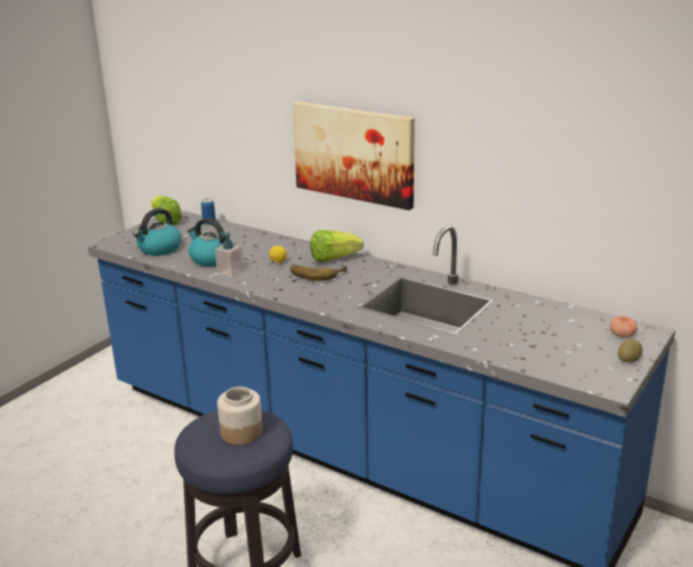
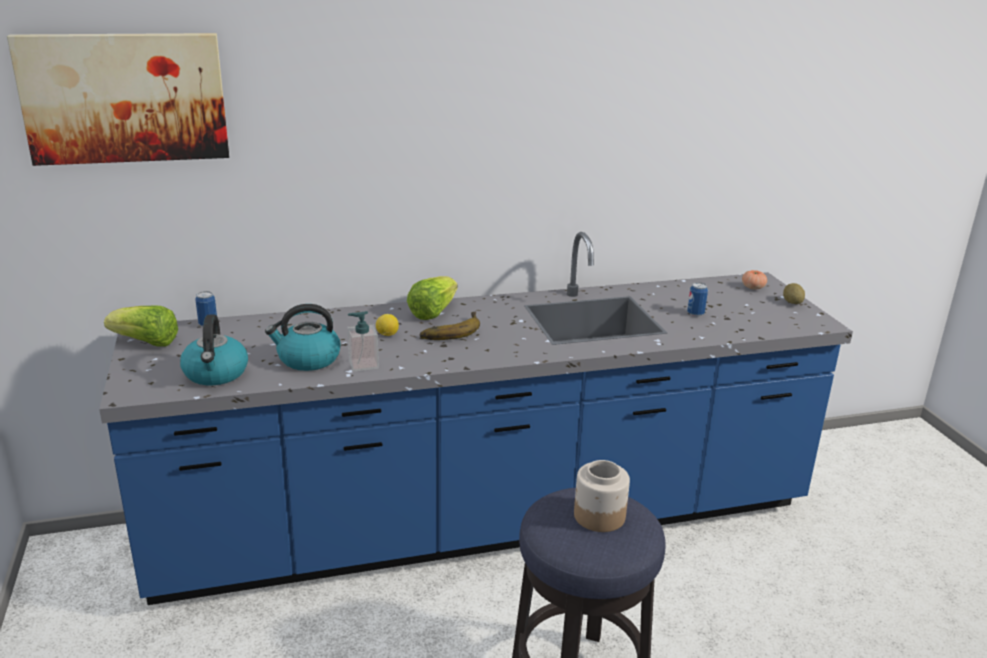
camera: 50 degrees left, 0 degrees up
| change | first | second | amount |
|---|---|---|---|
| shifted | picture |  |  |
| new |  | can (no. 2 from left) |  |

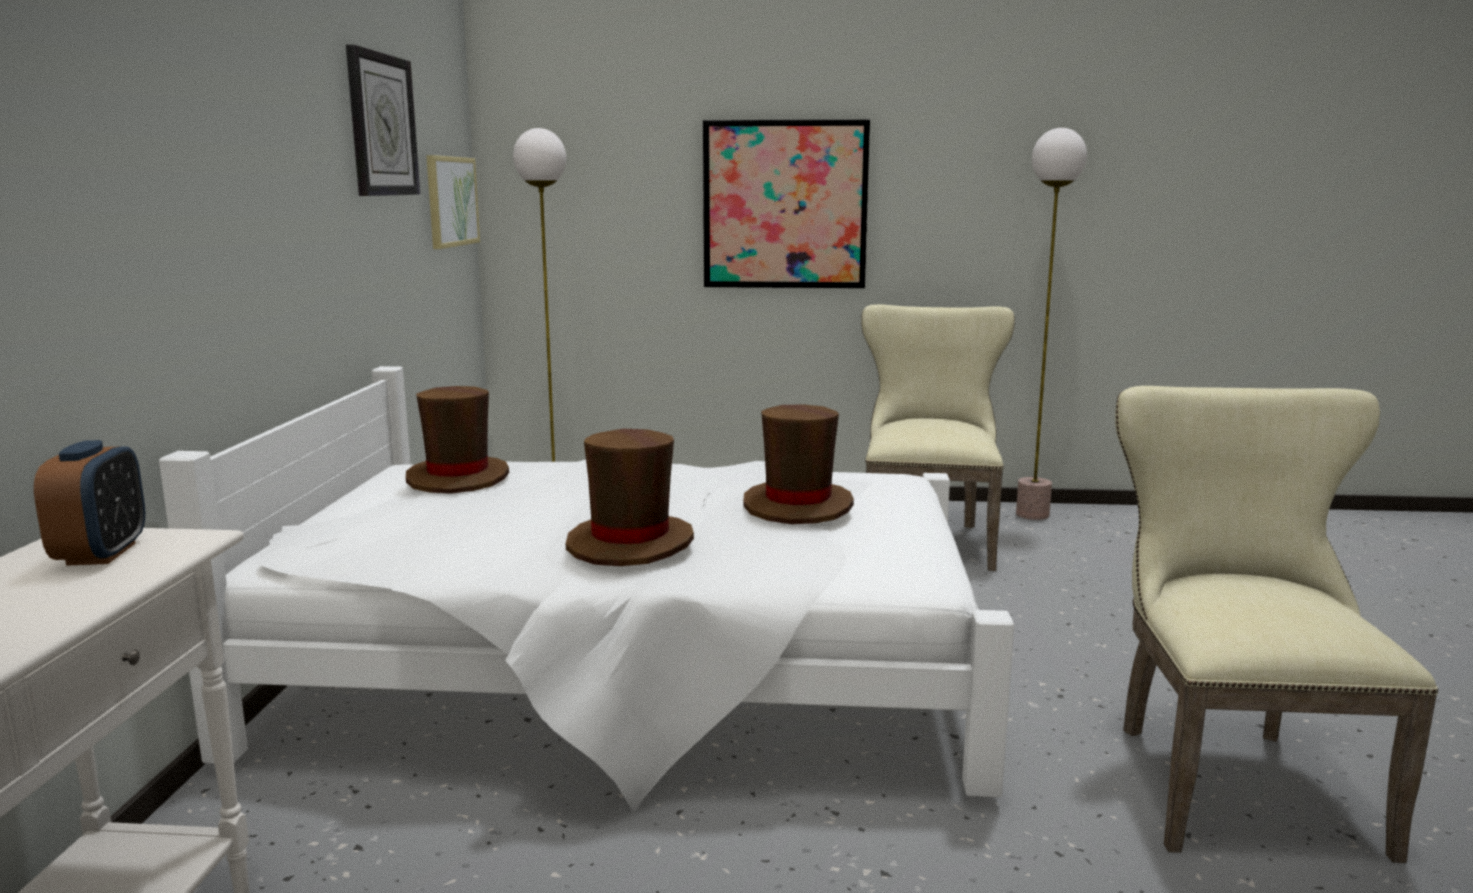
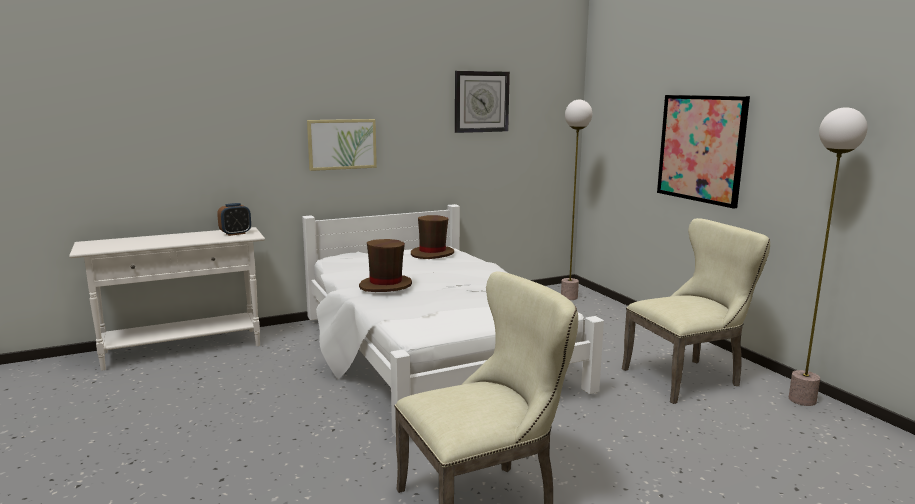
camera: 60 degrees right, 0 degrees up
| change | first | second | amount |
|---|---|---|---|
| shifted | picture (no. 1 from left) |  |  |
| gone | brown hat (no. 3 from left) |  |  |

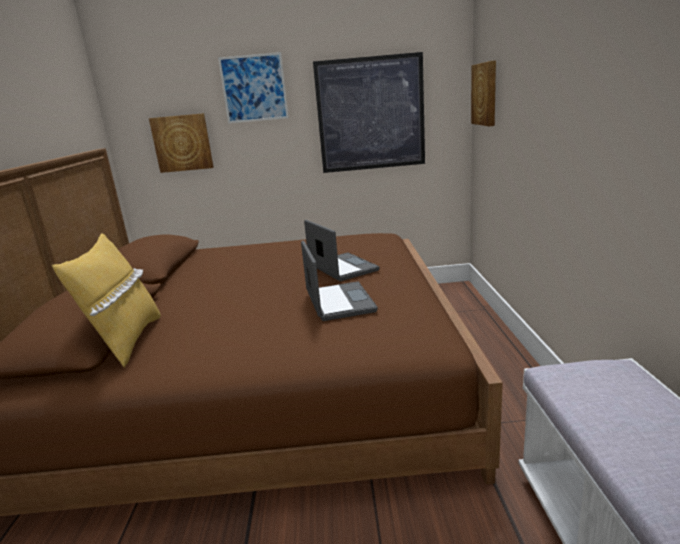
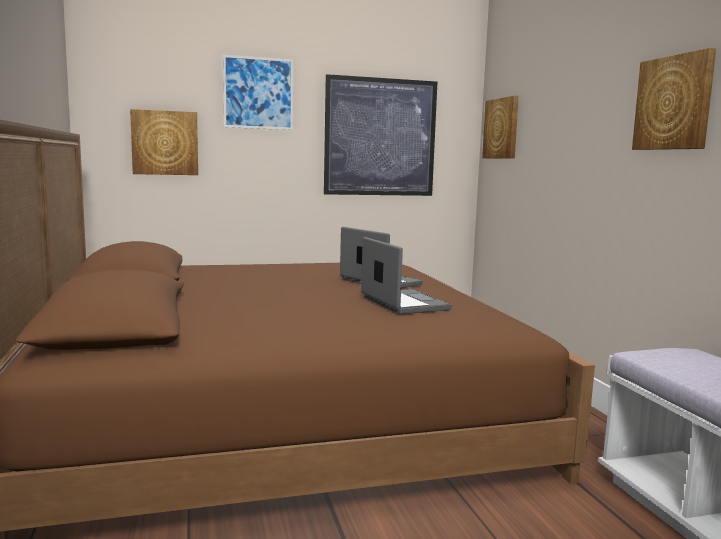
camera: 15 degrees left, 10 degrees down
| change | first | second | amount |
|---|---|---|---|
| gone | yellow pillow |  |  |
| new |  | picture (no. 5 from left) |  |

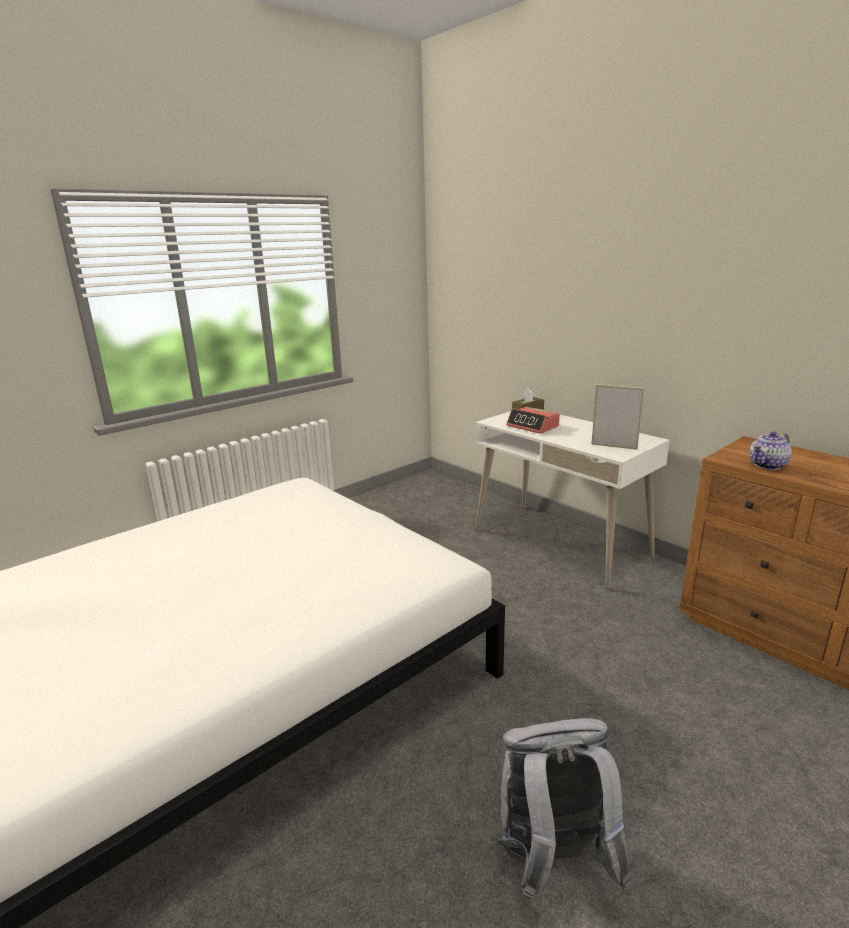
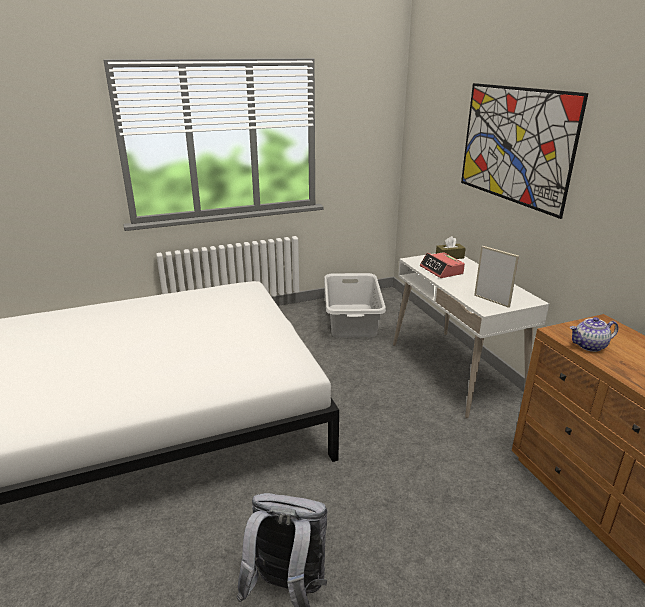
camera: 20 degrees right, 5 degrees up
| change | first | second | amount |
|---|---|---|---|
| new |  | picture |  |
| new |  | grey laundry basket |  |

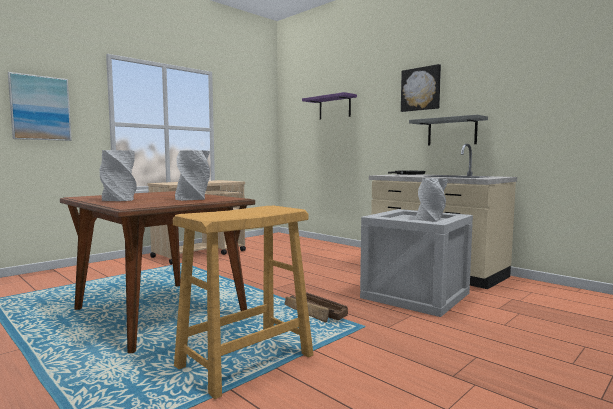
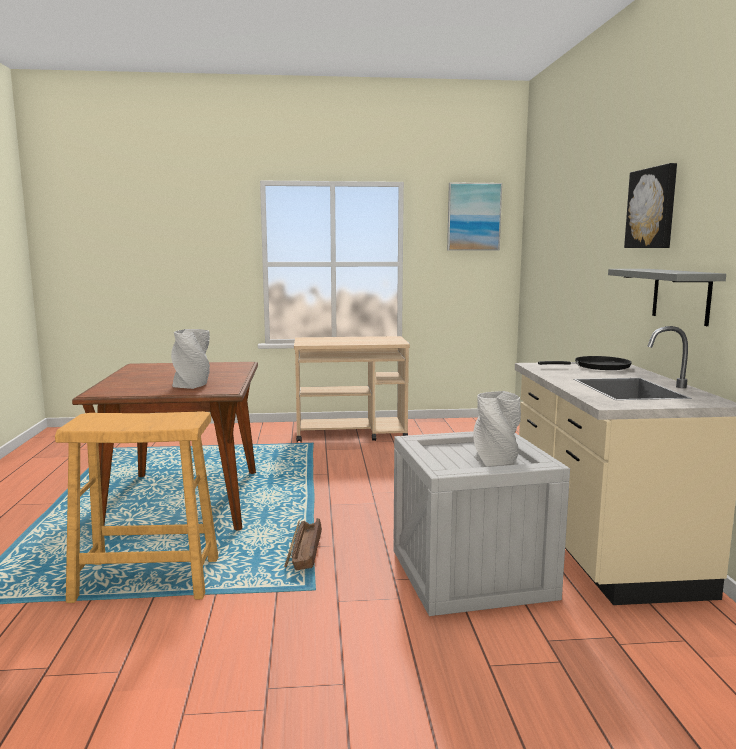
camera: 40 degrees right, 5 degrees up
| change | first | second | amount |
|---|---|---|---|
| shifted | picture (no. 1 from left) |  |  |
| gone | purple shelf |  |  |
| gone | grey vase (no. 1 from left) |  |  |

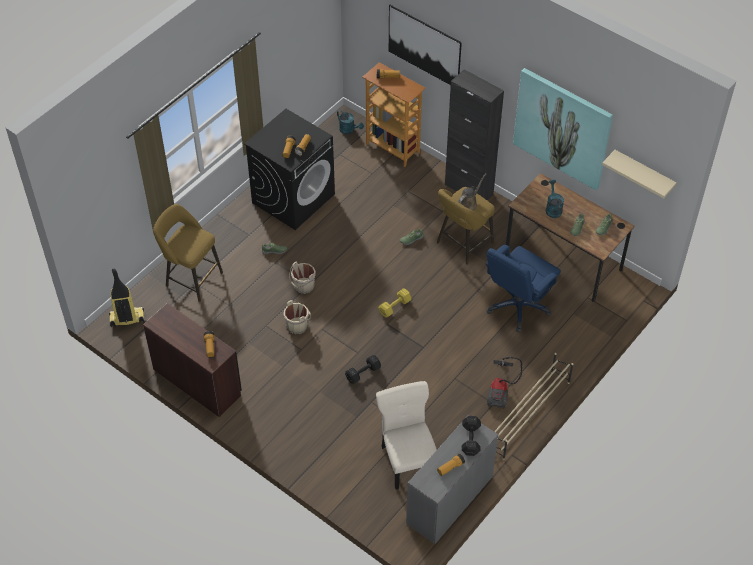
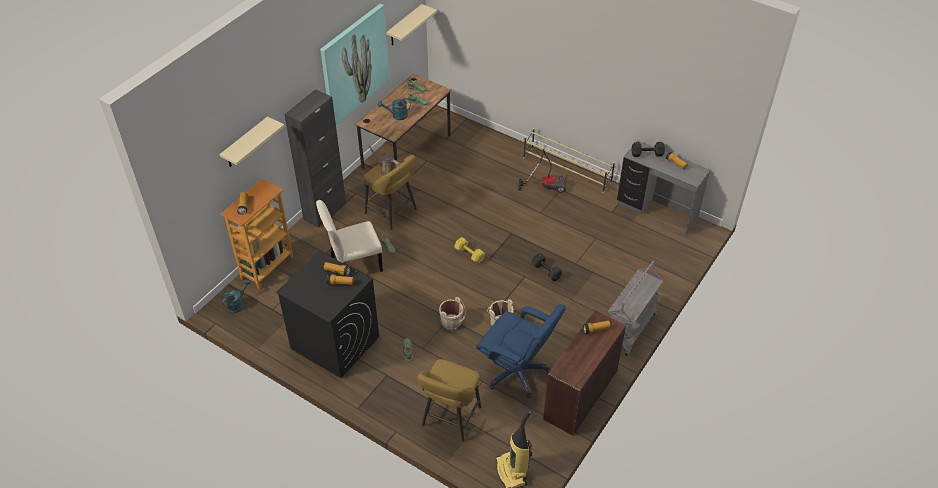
camera: 95 degrees left, 5 degrees down
| change | first | second | amount |
|---|---|---|---|
| swapped | picture (no. 1 from left) | beige shelf (no. 1 from left) |  |
| shifted | blue office chair |  |  |
| shifted | beige chair |  |  |
| new |  | grey cart |  |

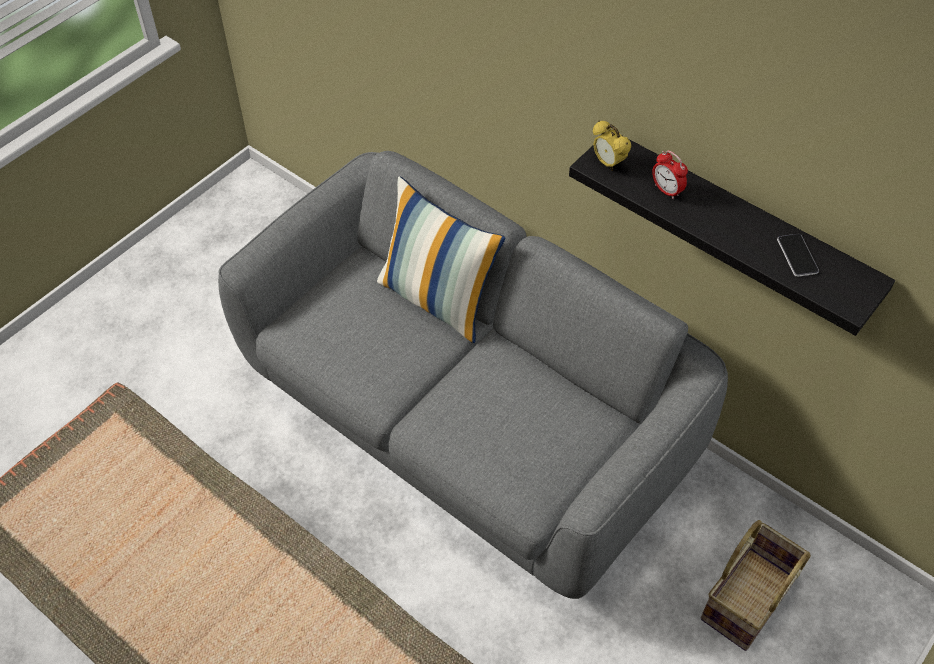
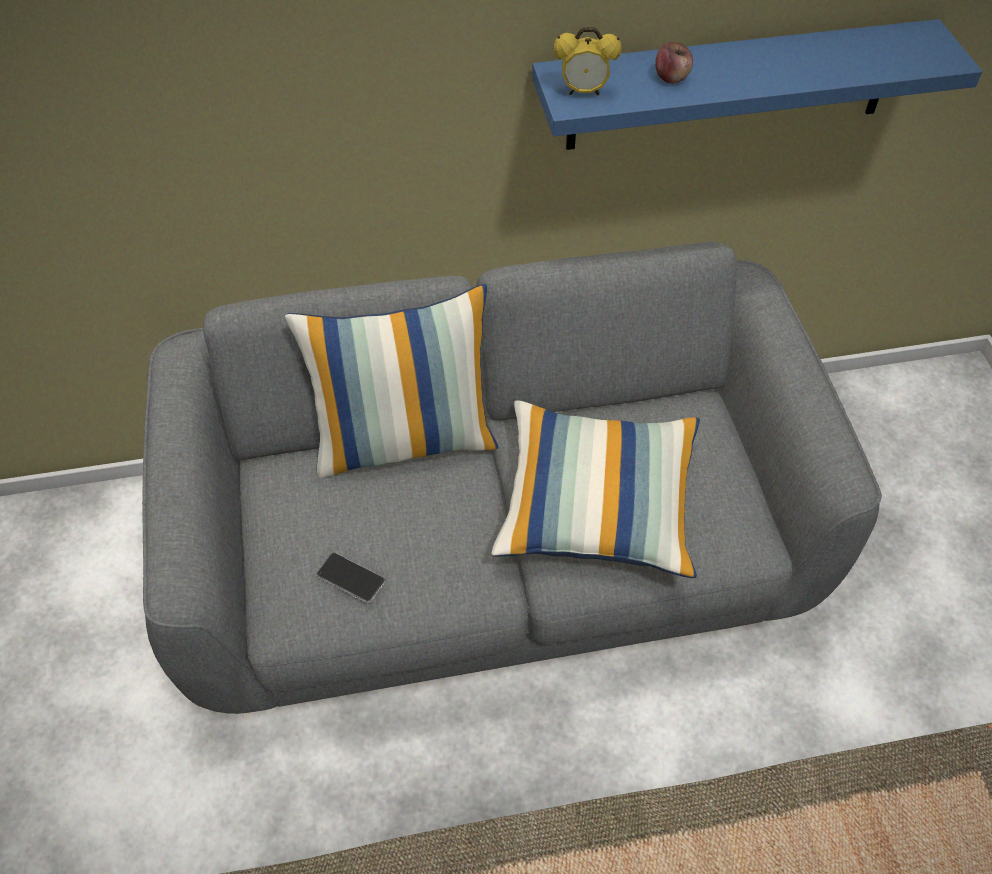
camera: 50 degrees left, 0 degrees up
| change | first | second | amount |
|---|---|---|---|
| repainted | black shelf | blue shelf |  |
| swapped | alarm clock (no. 2 from left) | apple |  |
| shifted | phone |  |  |
| gone | basket |  |  |
| new |  | pillow (no. 2 from left) |  |

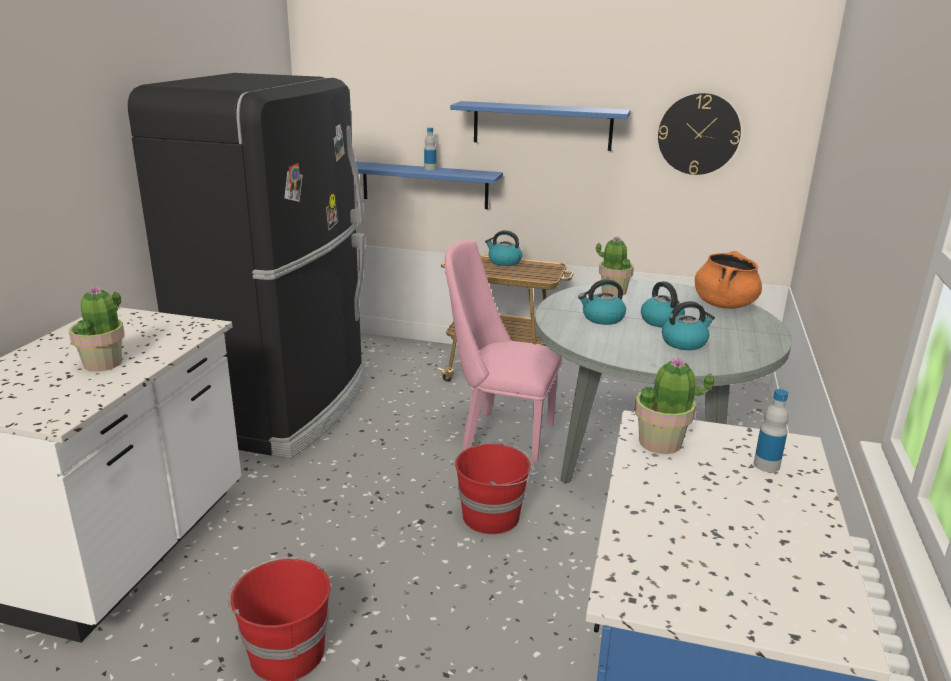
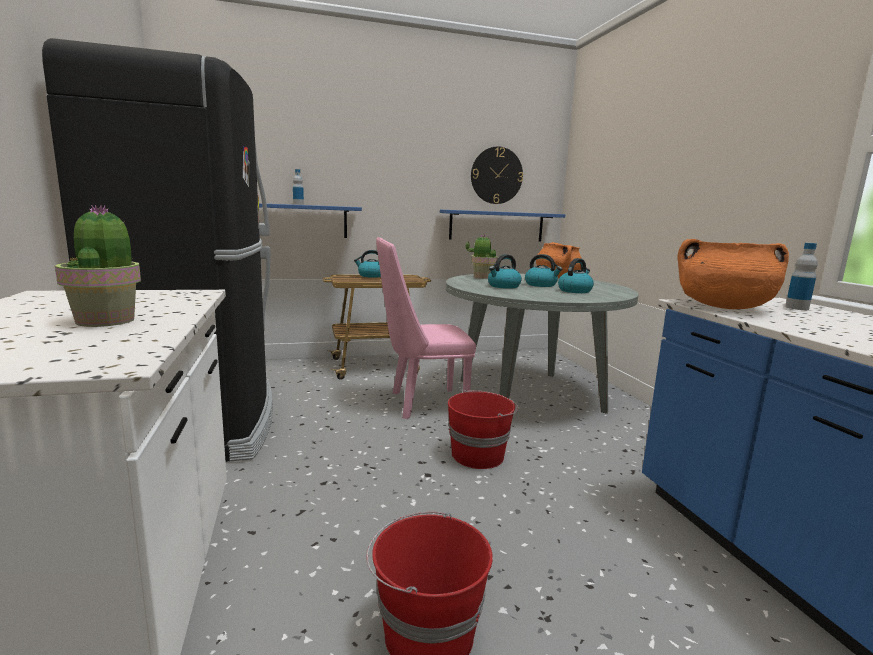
camera: 30 degrees left, 10 degrees down
| change | first | second | amount |
|---|---|---|---|
| shifted | blue shelf (no. 2 from left) |  |  |
| swapped | potted plant (no. 3 from left) | orange cooking pot (no. 2 from left) |  |

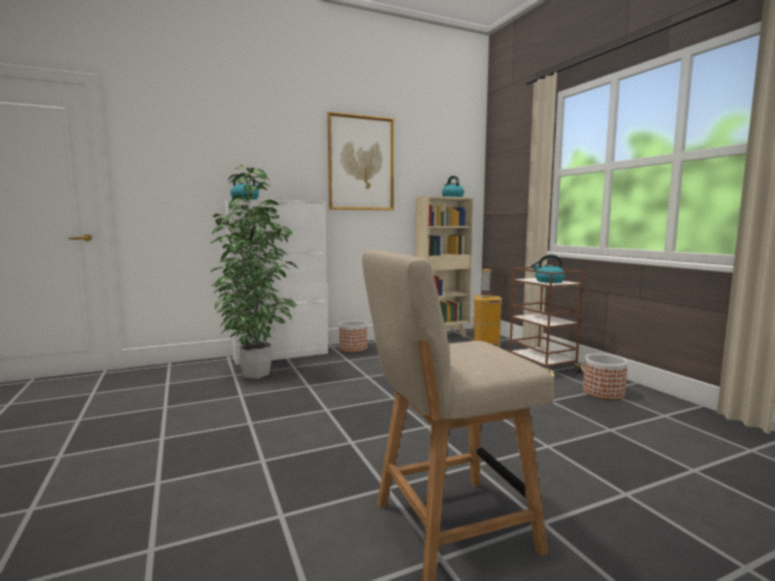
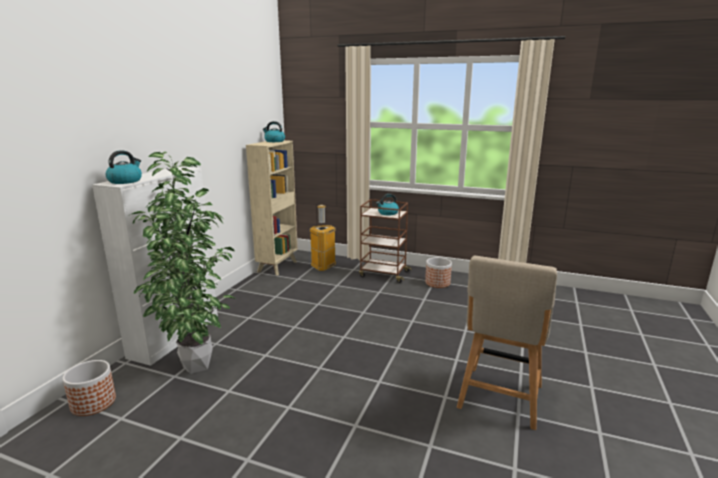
camera: 45 degrees left, 10 degrees up
| change | first | second | amount |
|---|---|---|---|
| gone | picture |  |  |
| shifted | planter (no. 1 from left) |  |  |

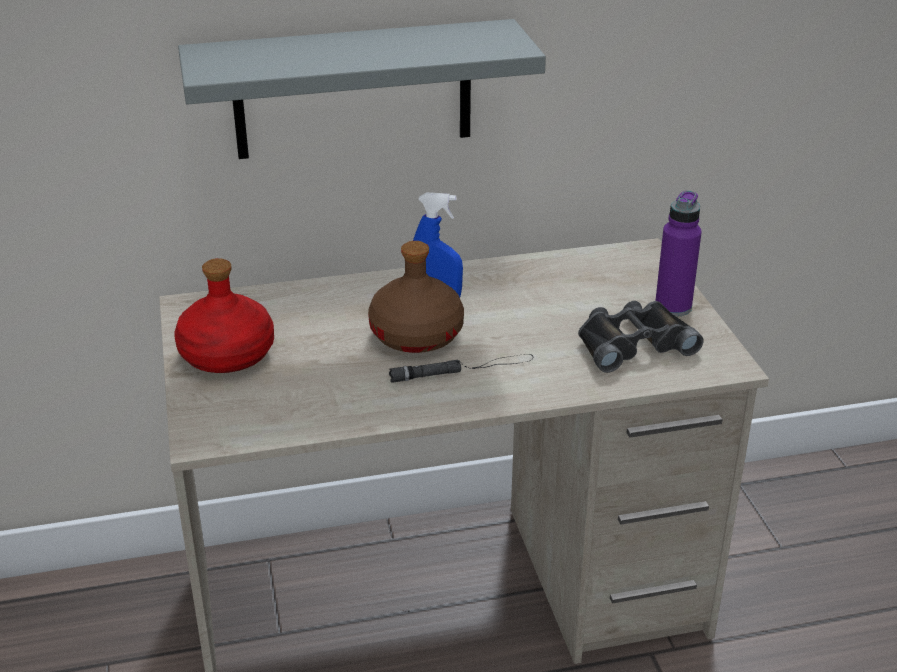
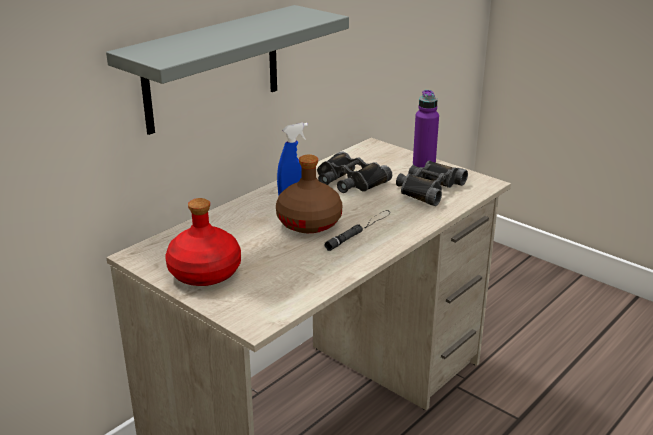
camera: 35 degrees left, 5 degrees down
| change | first | second | amount |
|---|---|---|---|
| new |  | black binoculars (no. 1 from left) |  |

